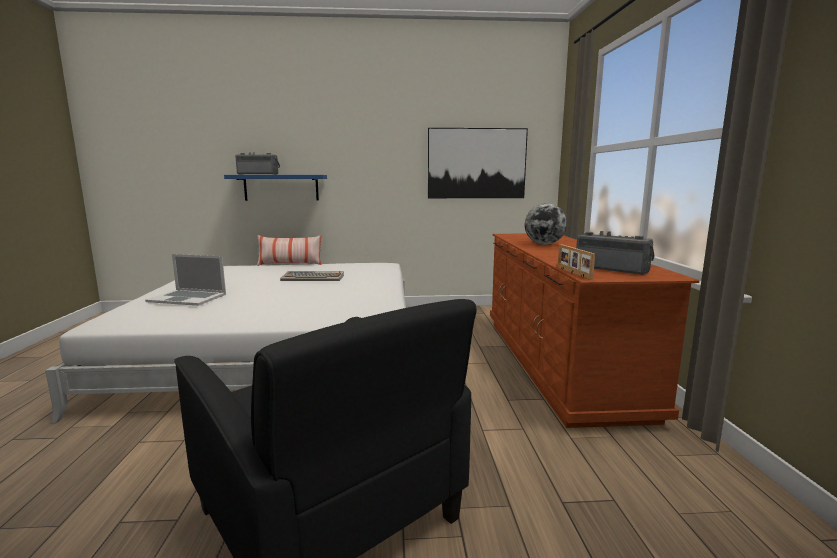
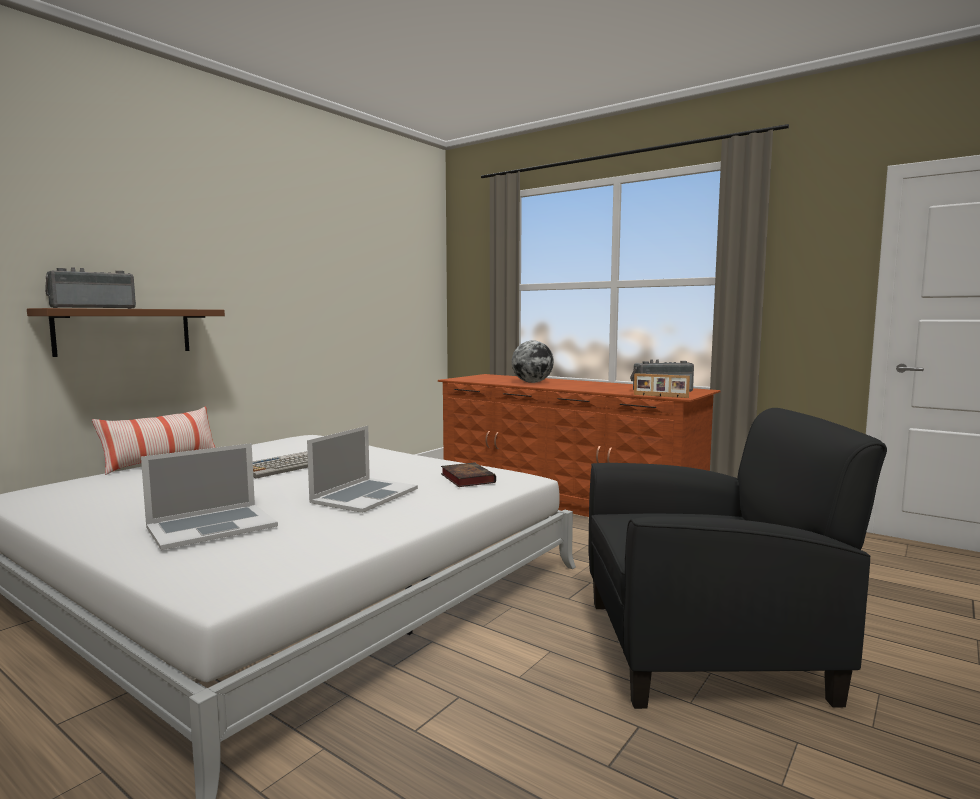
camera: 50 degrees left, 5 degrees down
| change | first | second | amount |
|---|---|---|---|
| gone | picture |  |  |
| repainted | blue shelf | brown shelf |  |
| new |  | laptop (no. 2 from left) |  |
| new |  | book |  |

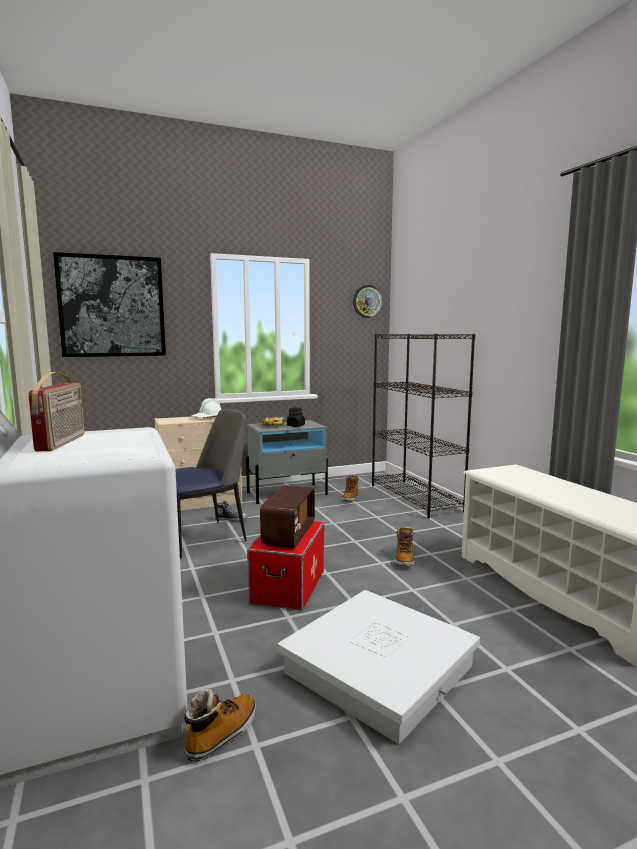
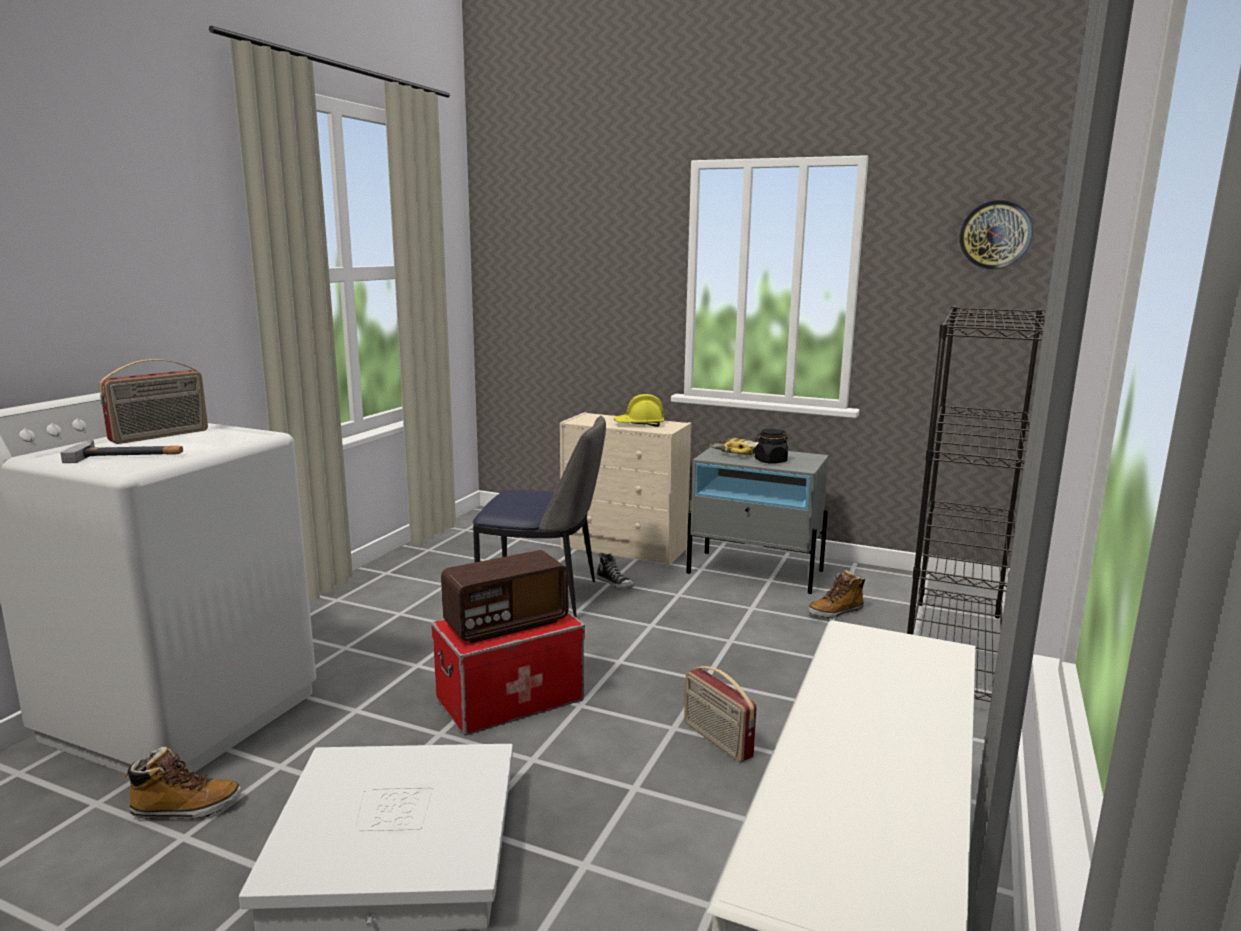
camera: 45 degrees right, 5 degrees up
| change | first | second | amount |
|---|---|---|---|
| gone | picture |  |  |
| repainted | white hard hat | yellow hard hat |  |
| swapped | boot (no. 3 from left) | radio (no. 3 from left) |  |
| new |  | hammer |  |

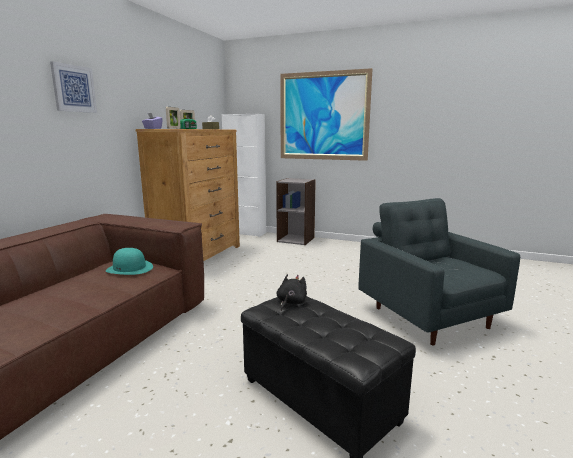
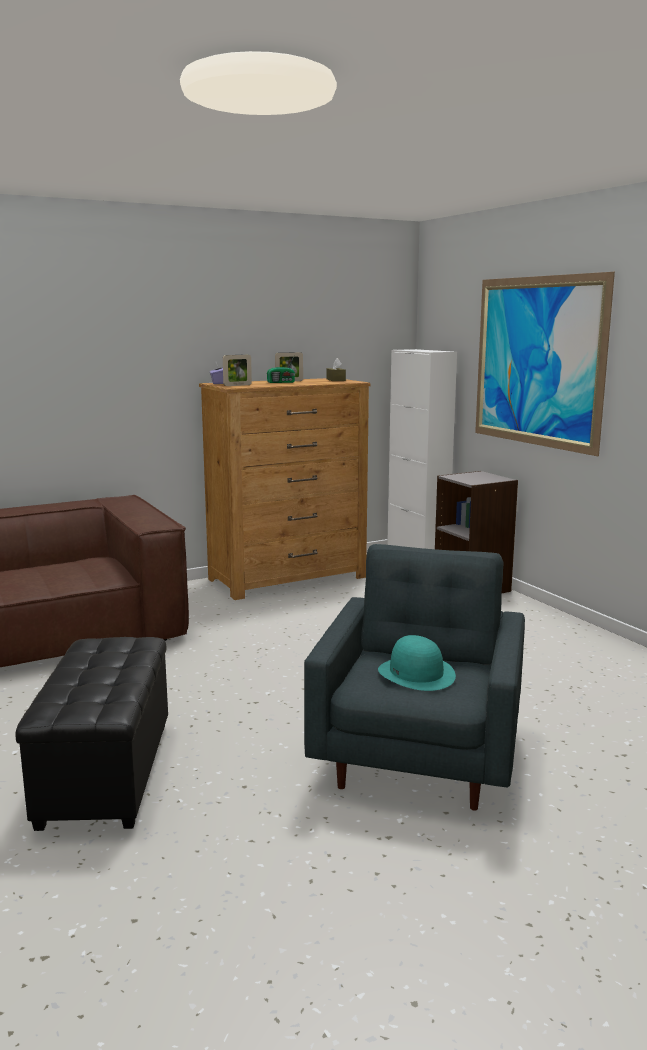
camera: 40 degrees right, 0 degrees up
| change | first | second | amount |
|---|---|---|---|
| gone | picture (no. 1 from left) |  |  |
| shifted | turquoise hat |  |  |
| gone | black plush toy |  |  |

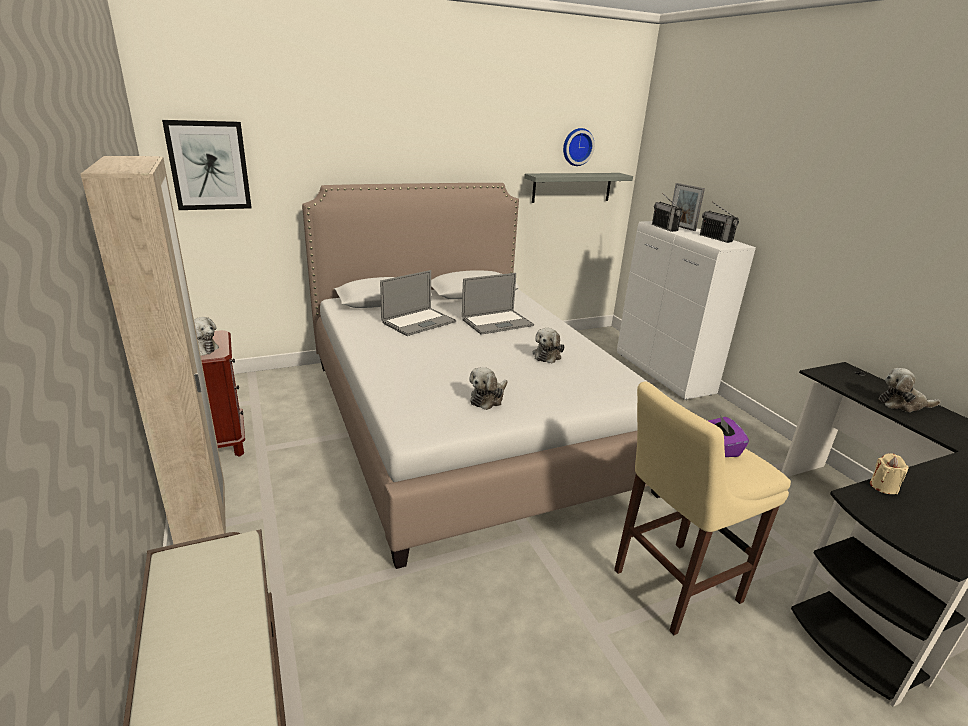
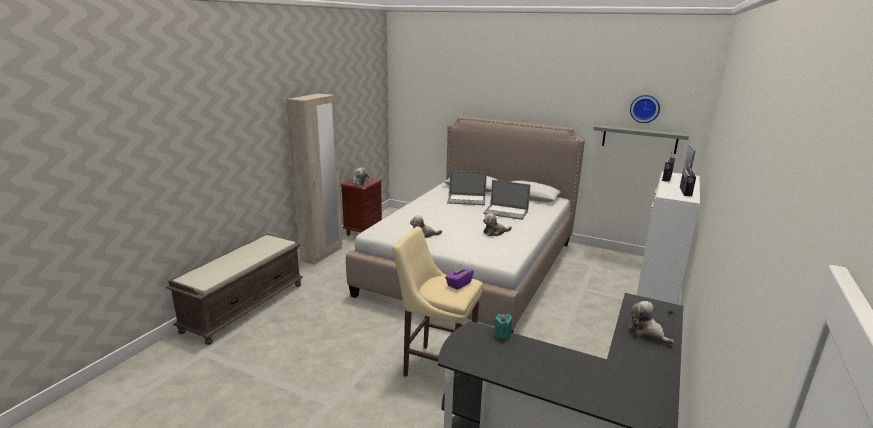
camera: 50 degrees right, 5 degrees down
| change | first | second | amount |
|---|---|---|---|
| gone | picture |  |  |
| repainted | beige candle | turquoise candle |  |

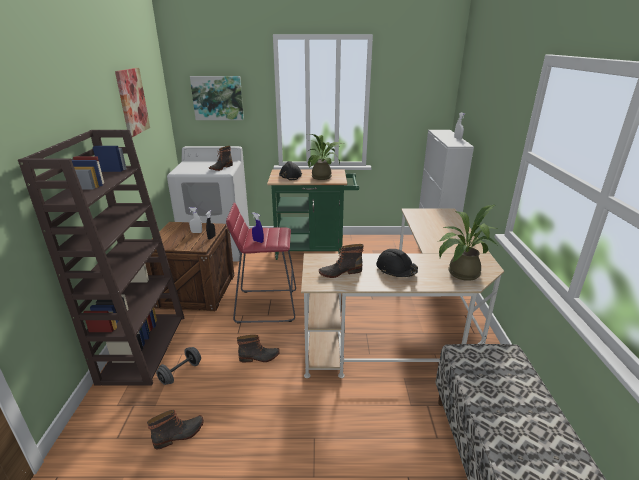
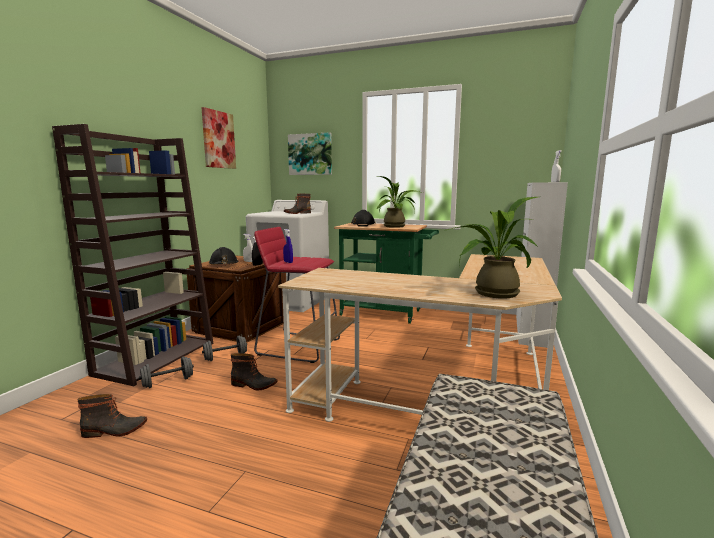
camera: 20 degrees right, 15 degrees down
| change | first | second | amount |
|---|---|---|---|
| gone | boot (no. 4 from left) |  |  |
| shifted | black hard hat (no. 2 from left in the first image) | black hard hat (no. 1 from left) |  |
| new |  | grey dumbbell (no. 2 from left) |  |

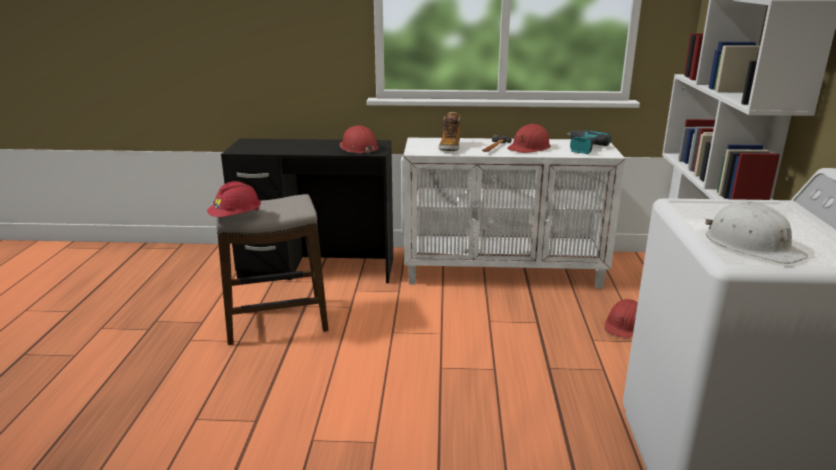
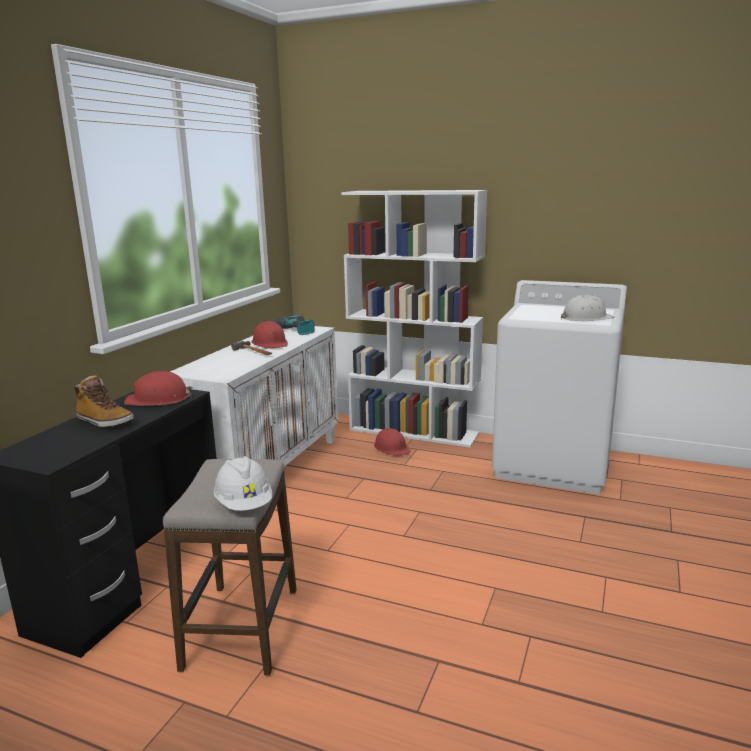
camera: 70 degrees left, 5 degrees down
| change | first | second | amount |
|---|---|---|---|
| shifted | boot |  |  |
| repainted | red hard hat (no. 1 from left) | white hard hat (no. 1 from left) |  |

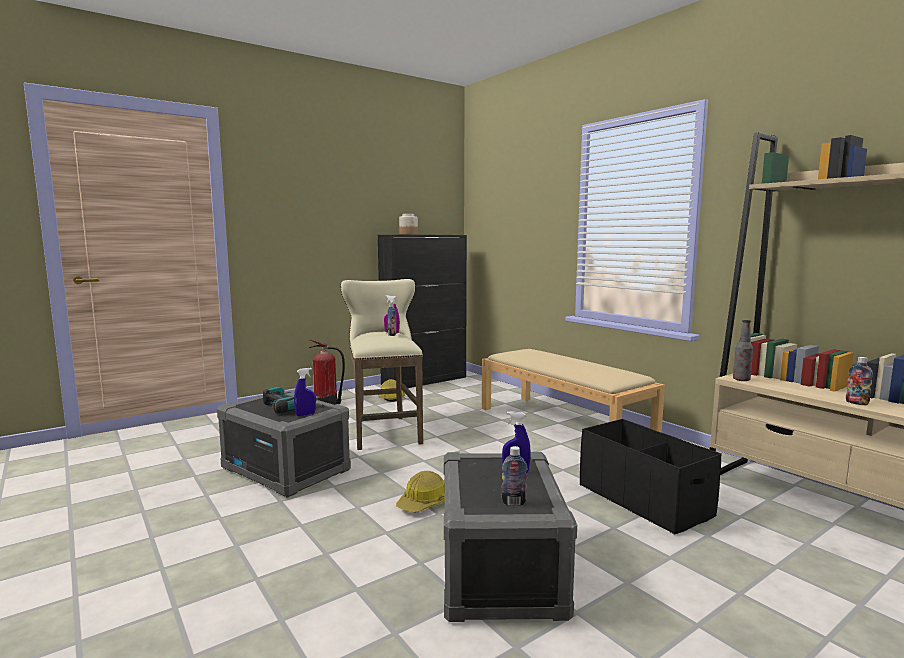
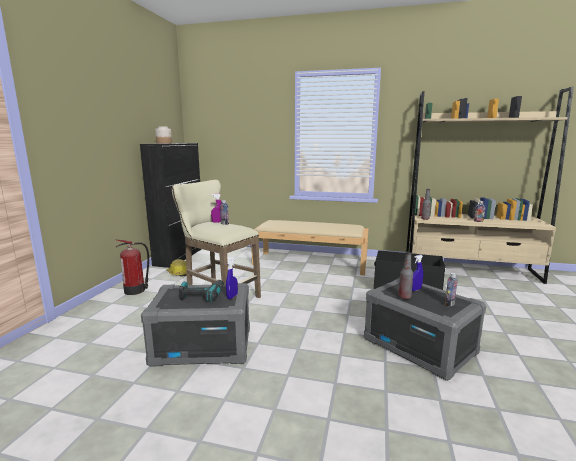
camera: 40 degrees left, 5 degrees up
| change | first | second | amount |
|---|---|---|---|
| gone | hard hat (no. 2 from left) |  |  |
| new |  | bottle (no. 2 from left) |  |

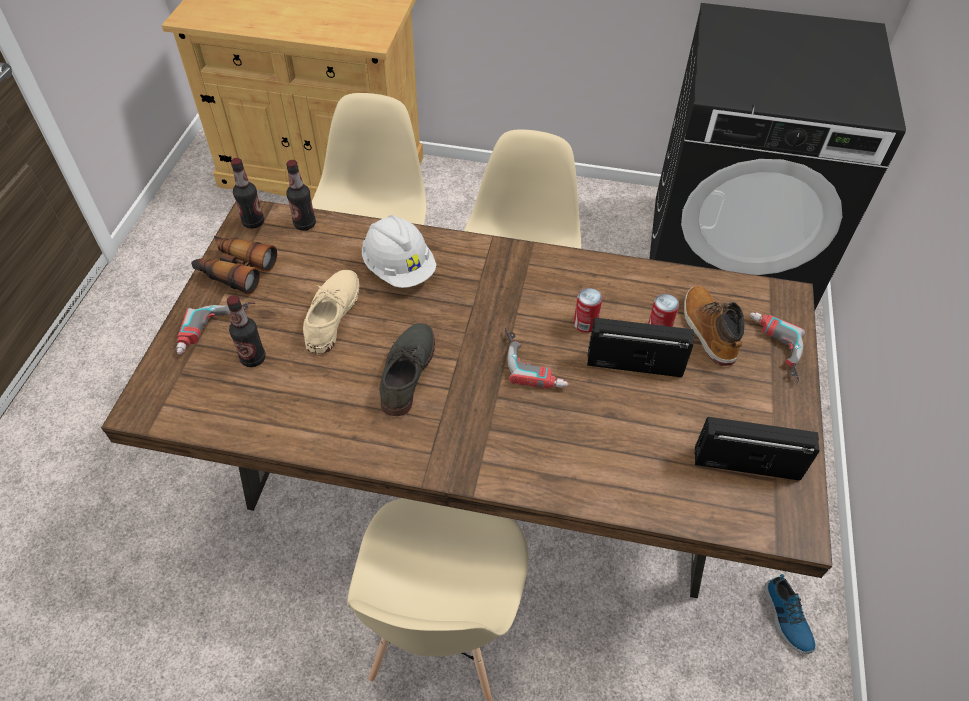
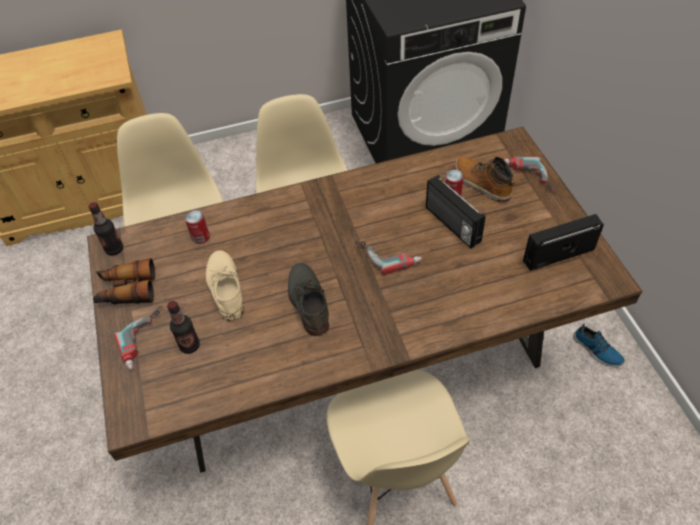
camera: 25 degrees left, 0 degrees up
| change | first | second | amount |
|---|---|---|---|
| gone | bottle (no. 3 from left) |  |  |
| gone | white hard hat |  |  |
| shifted | can (no. 1 from left) |  |  |
| rotated | radio (no. 1 from left) |  | 105 degrees counterclockwise |

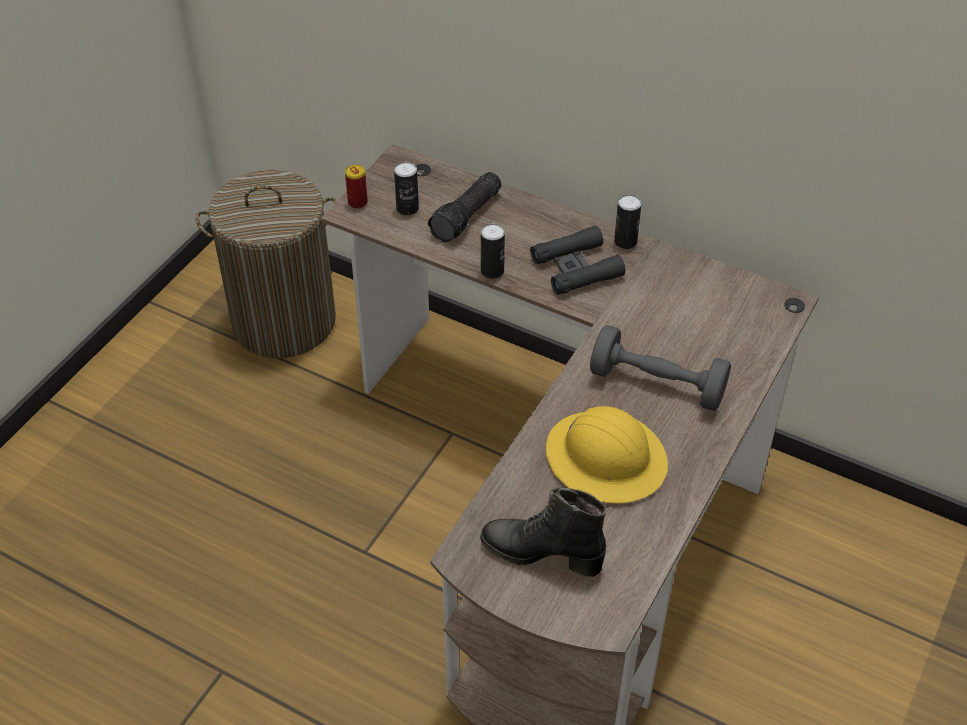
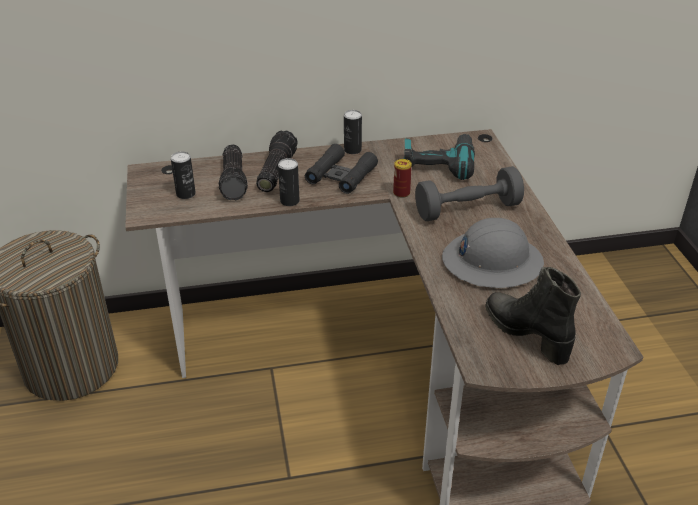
camera: 40 degrees left, 10 degrees down
| change | first | second | amount |
|---|---|---|---|
| shifted | can (no. 1 from left in the first image) | can (no. 4 from left) |  |
| repainted | yellow hard hat | grey hard hat |  |
| rotated | black boot |  | 75 degrees clockwise |
| new |  | flashlight (no. 2 from left) |  |
| new |  | power drill |  |

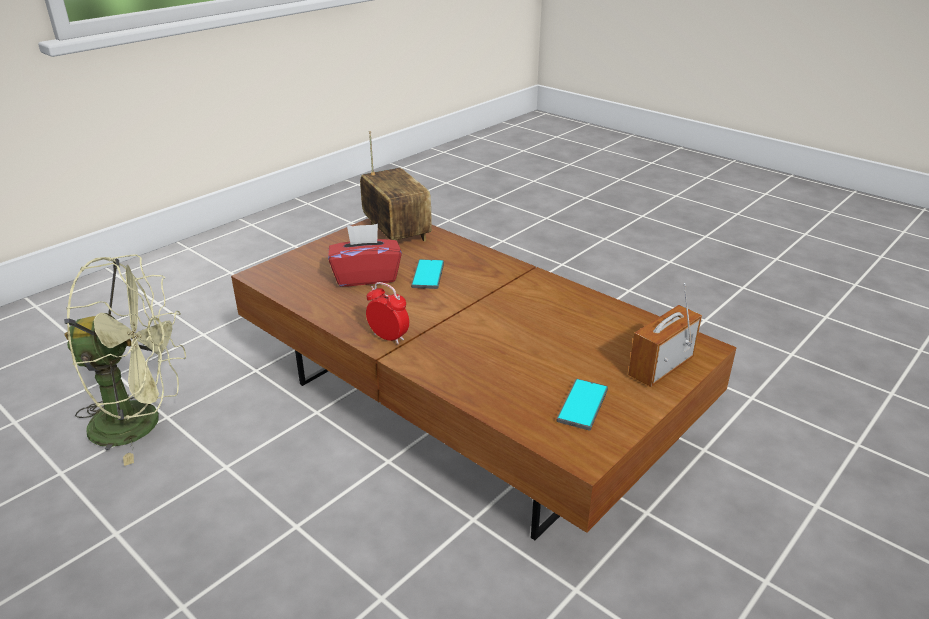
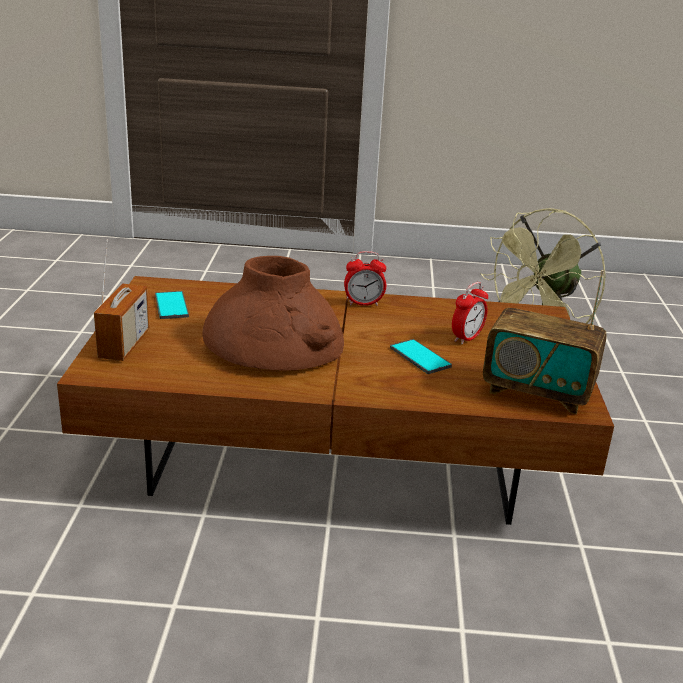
camera: 140 degrees right, 5 degrees down
| change | first | second | amount |
|---|---|---|---|
| swapped | red tissue box | alarm clock (no. 2 from left) |  |
| new |  | brown vase |  |

